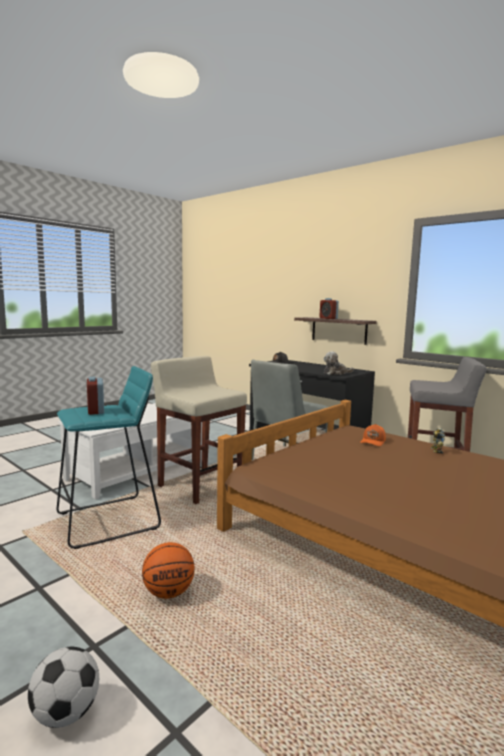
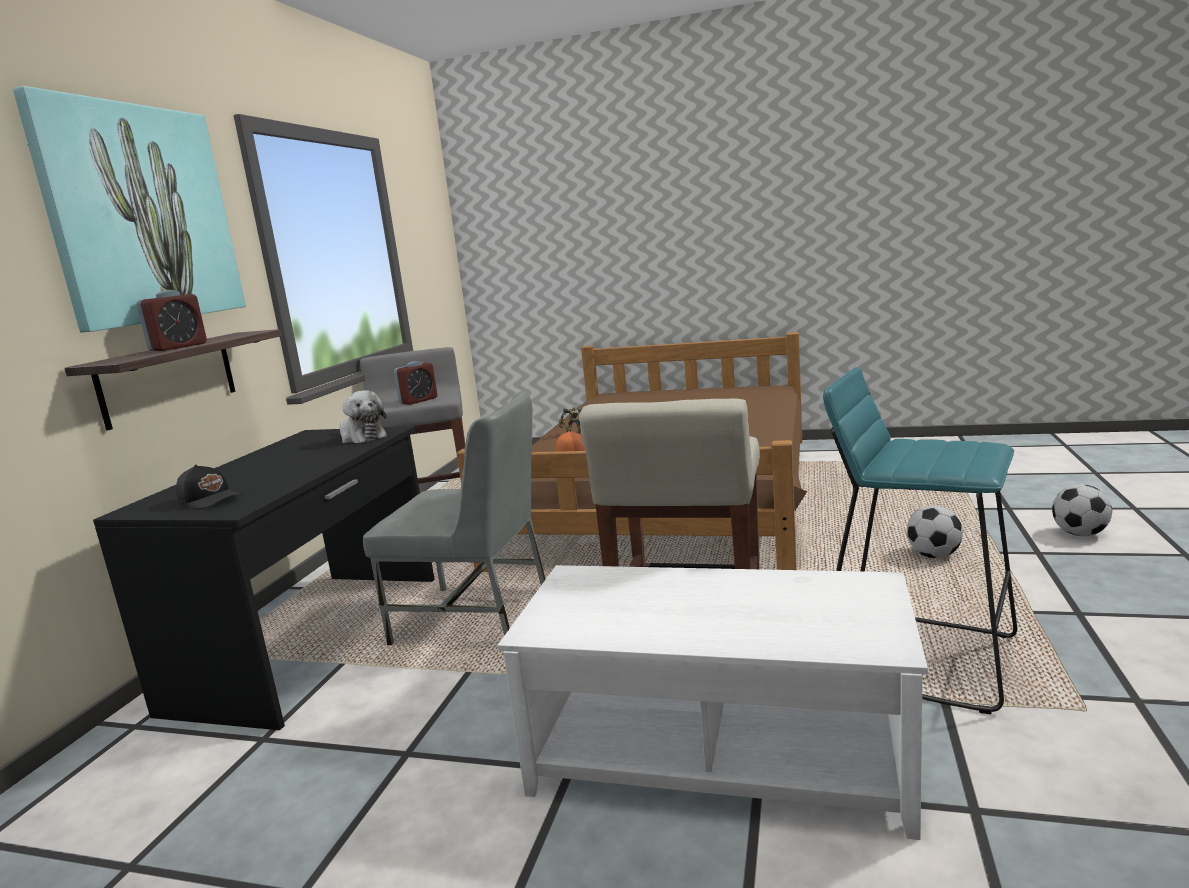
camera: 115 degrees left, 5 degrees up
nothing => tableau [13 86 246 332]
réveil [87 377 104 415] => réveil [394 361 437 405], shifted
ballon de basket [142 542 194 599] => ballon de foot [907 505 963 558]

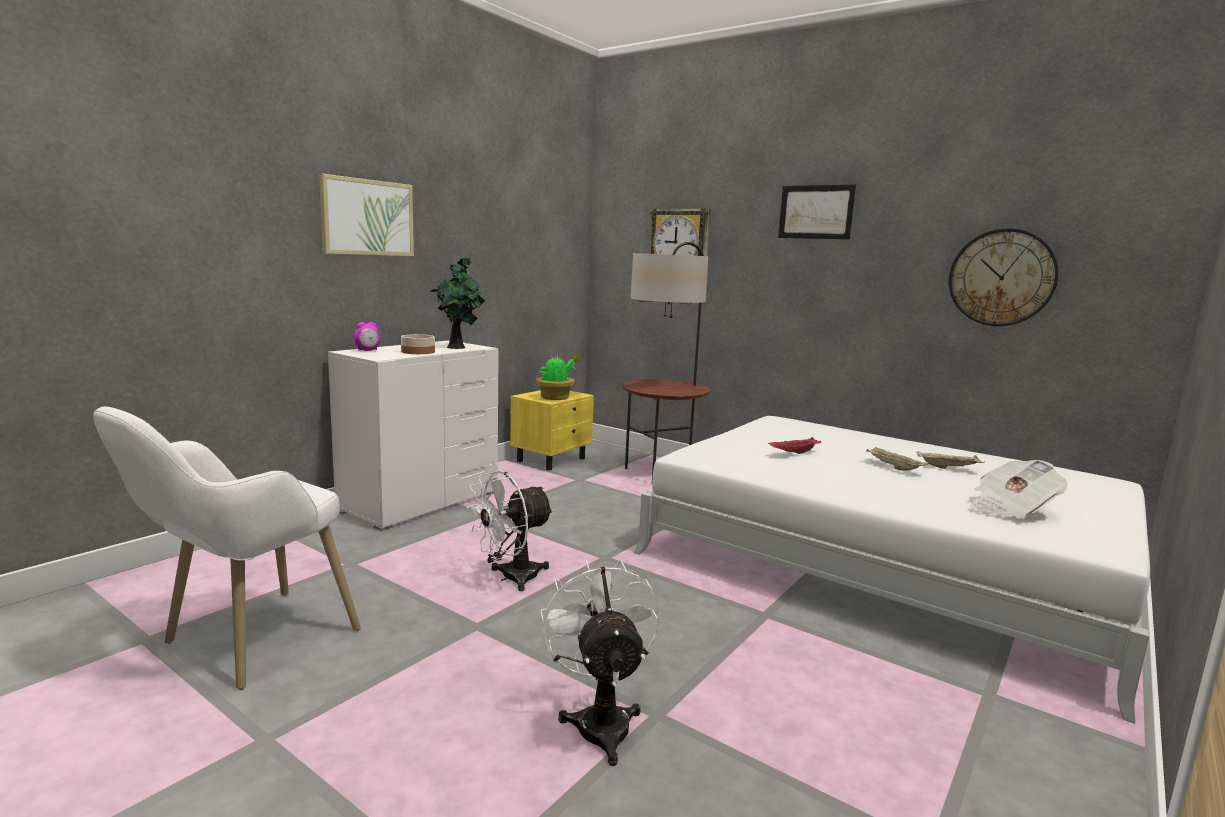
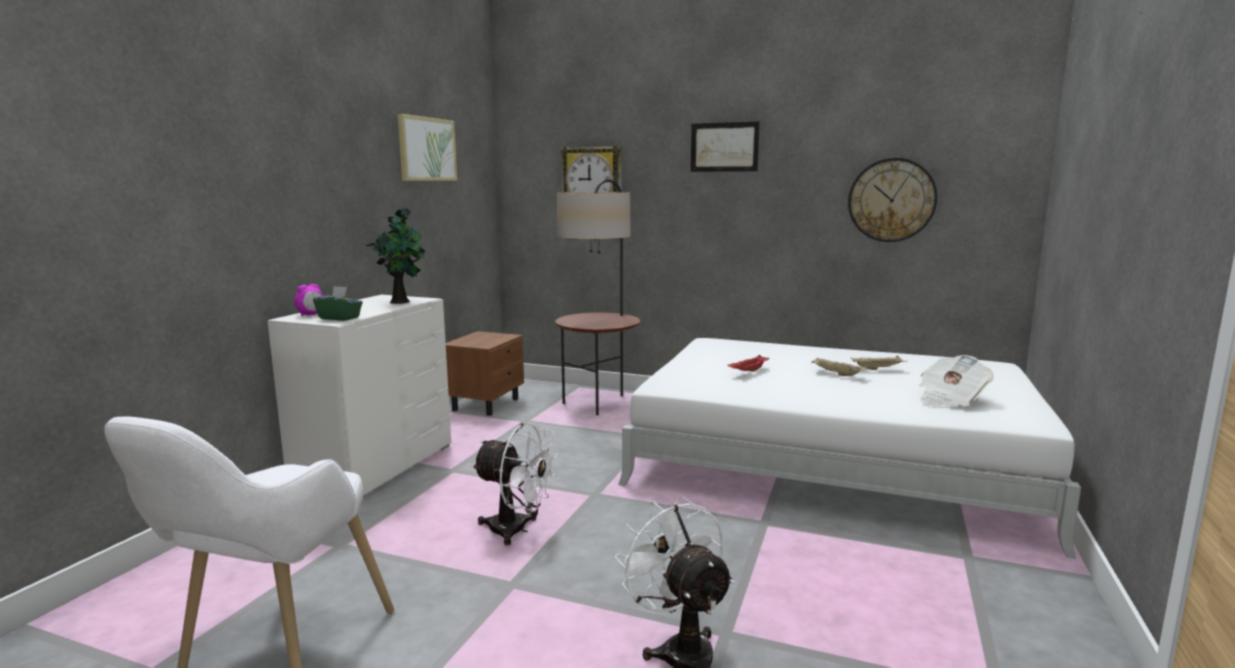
camera: 15 degrees left, 0 degrees up
nothing => boîte à mouchoirs/vert [313 286 363 321]
tableau [319 174 414 256] => tableau [398 114 457 181], shifted
table de chevet/jaune [510 390 594 470] => table de chevet/marron [446 331 524 416]
ventilateur/blanc [467 471 554 591] => ventilateur/blanc [472 422 558 546], 105 degrees counterclockwise
bol [401 334 435 354] => nothing
plante en pot [536 354 581 400] => nothing

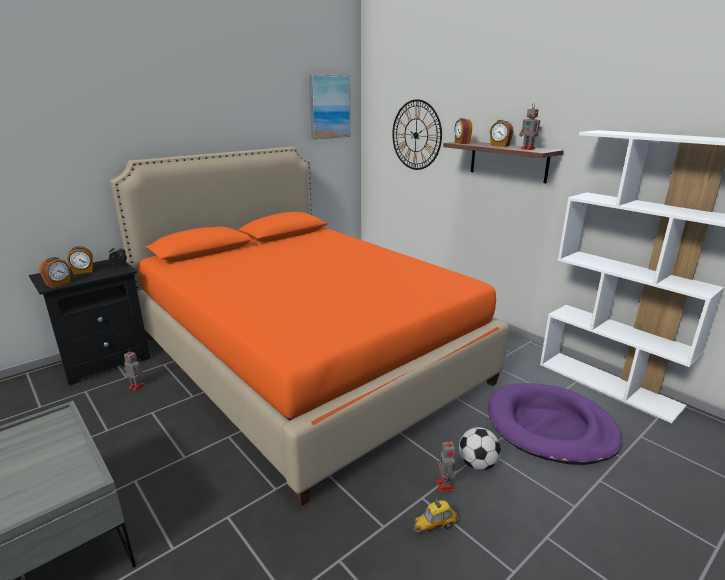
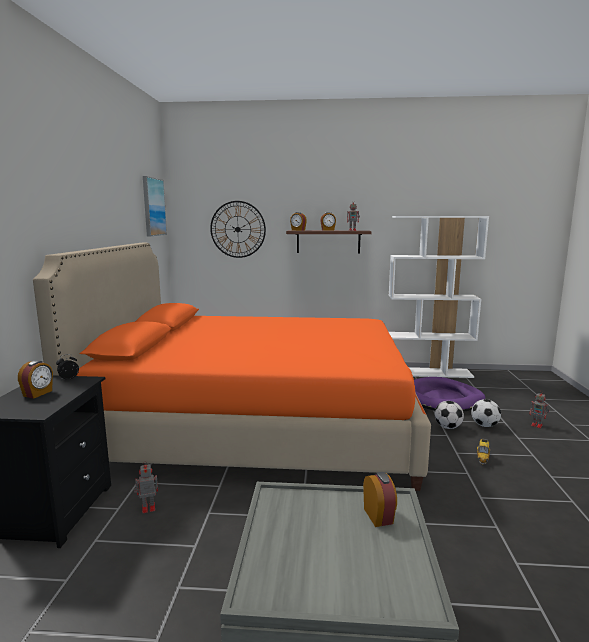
camera: 45 degrees left, 10 degrees down
réveil [39 257 71 288] => réveil [363 472 397 527], shifted
nothing => ballon de foot [471 399 501 427]
robot jouet [436 439 455 491] => robot jouet [529 390 549 428], shifted

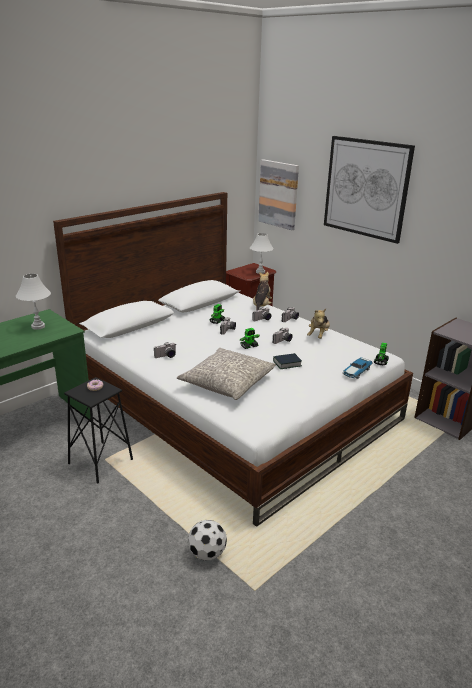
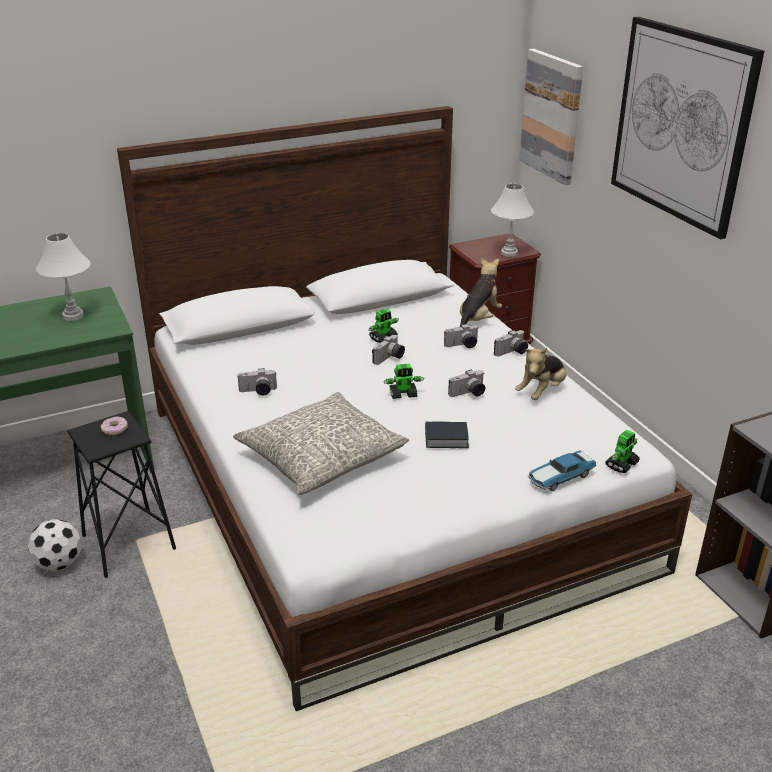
camera: 20 degrees right, 5 degrees up
ballon de foot [188 520 227 561] => ballon de foot [27 519 82 571], shifted

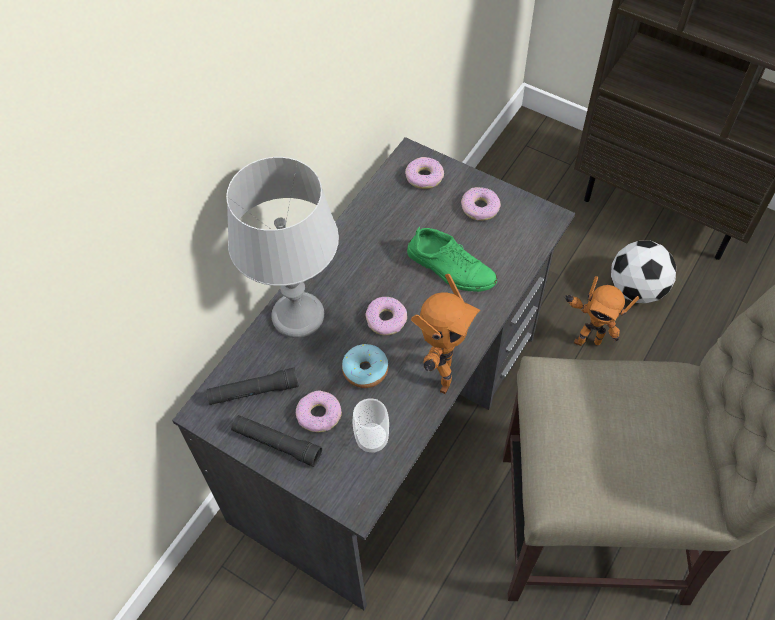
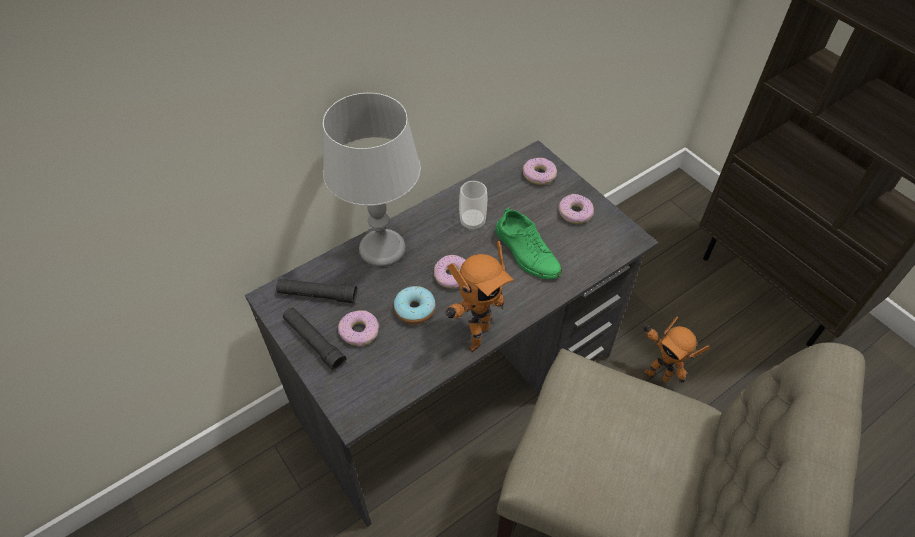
camera: 20 degrees right, 5 degrees down
tasse [353 399 389 453] => tasse [459 181 487 230], shifted
ballon de foot [611 241 676 303] => nothing

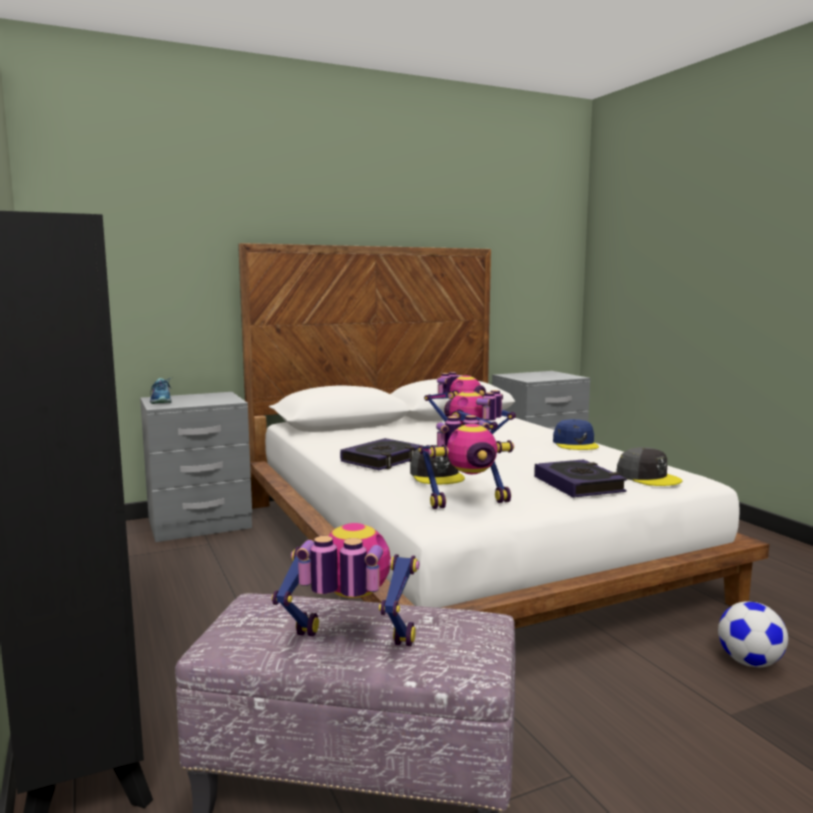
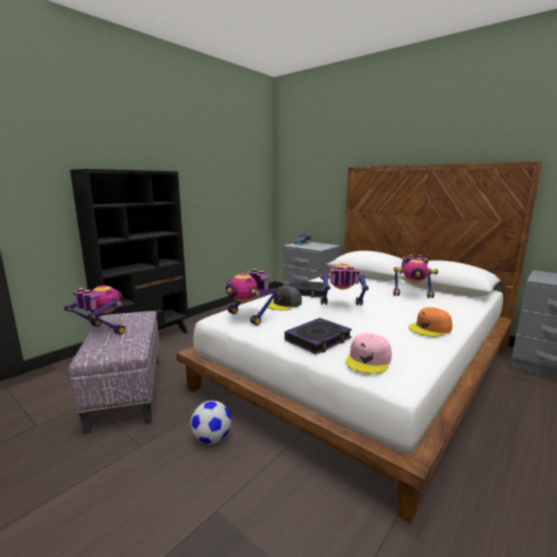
camera: 65 degrees right, 5 degrees up
robot jouet [272 523 419 646] => robot jouet [64 285 126 335], 45 degrees counterclockwise
ballon de foot [718 601 788 667] => ballon de foot [191 401 231 444], shifted
casquette/gris [616 447 682 486] => casquette/rose [346 333 392 374]
casquette/bleu [553 419 599 450] => casquette/orange [408 307 452 337]

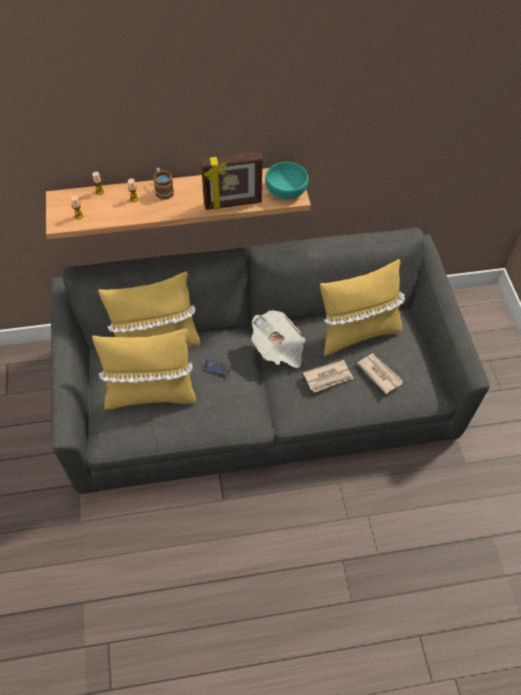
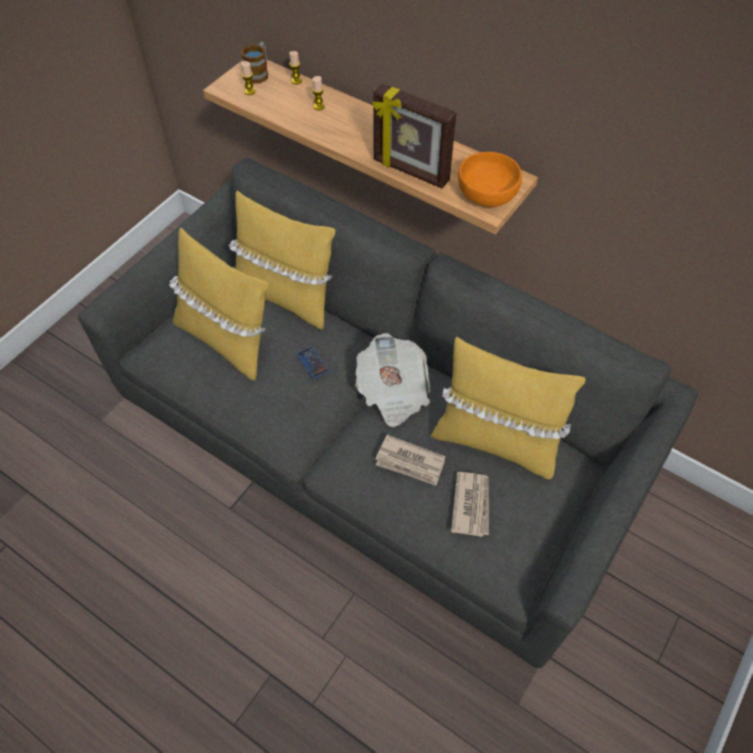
camera: 45 degrees right, 0 degrees up
mug [153 168 174 199] => mug [241 42 268 84], shifted
bol/turquoise [265 162 309 199] => bol/orange [458 152 522 207]

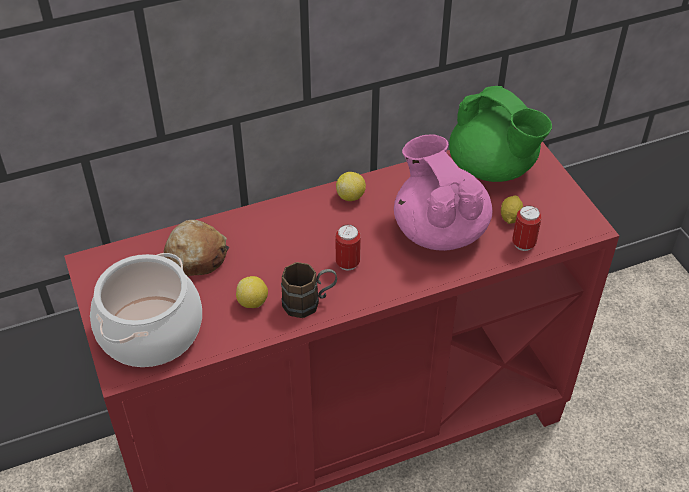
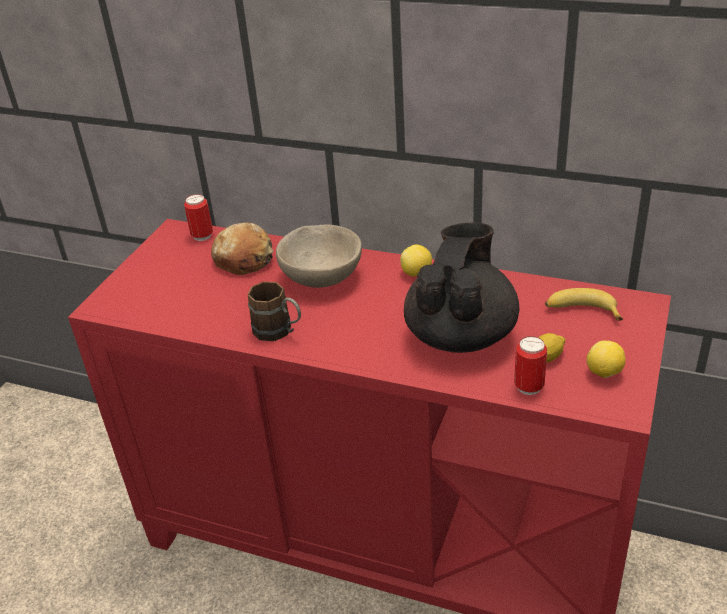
camera: 45 degrees right, 10 degrees down
boîte métallique [336 225 361 270] => boîte métallique [184 194 213 241], shifted
nothing => bol/beige [276 224 362 288]
théière/rose [394 134 492 251] => théière/noir [404 222 519 353]
théière/vert [449 86 552 182] => banane [545 288 623 321]
citron [236 276 268 308] => citron [587 340 625 378], shifted
marmite [90 253 202 367] => nothing

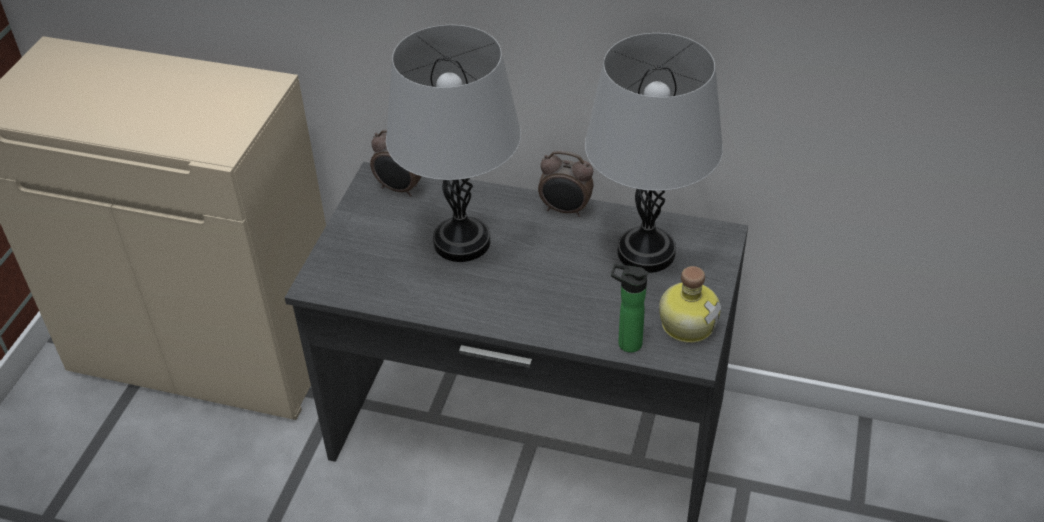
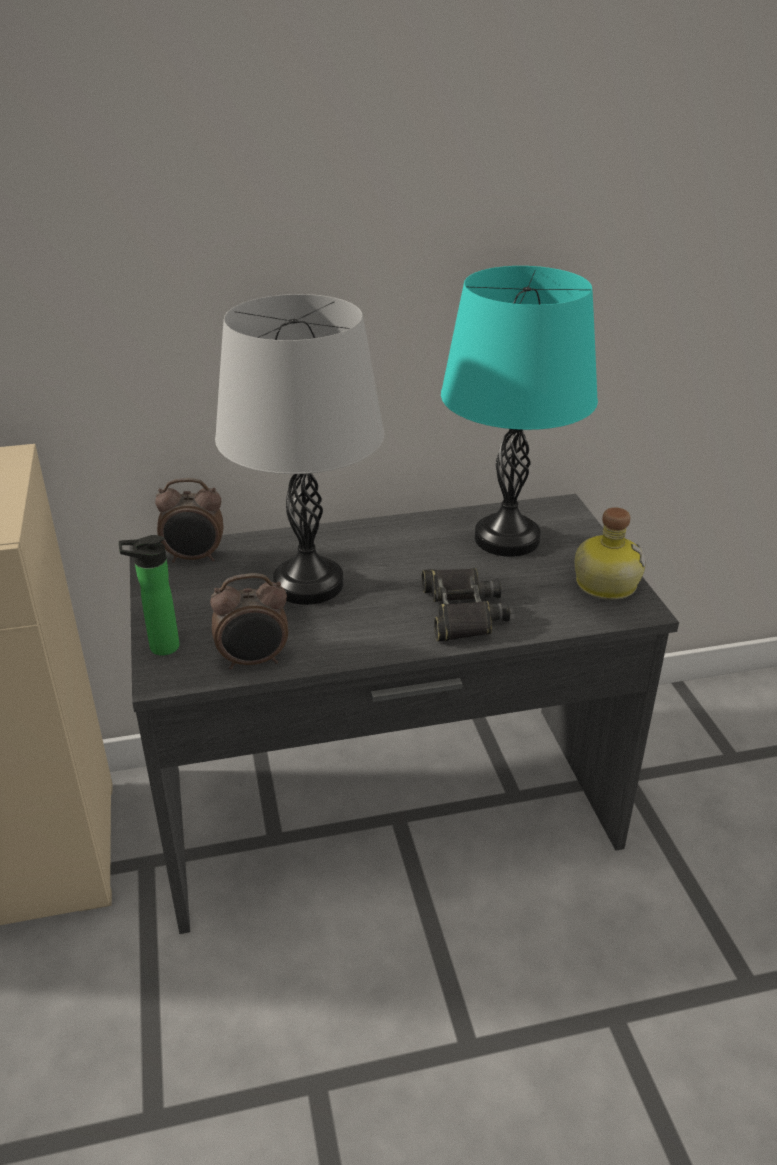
camera: 30 degrees left, 10 degrees down
bouteille [611 264 648 353] => bouteille [119 535 180 656], shifted
réveil [538 151 594 217] => réveil [210 573 288 670], shifted
nothing => jumelles/noir [422 568 510 641]
lampe de table/gris [585 33 723 273] => lampe de table/turquoise [441 266 598 557]

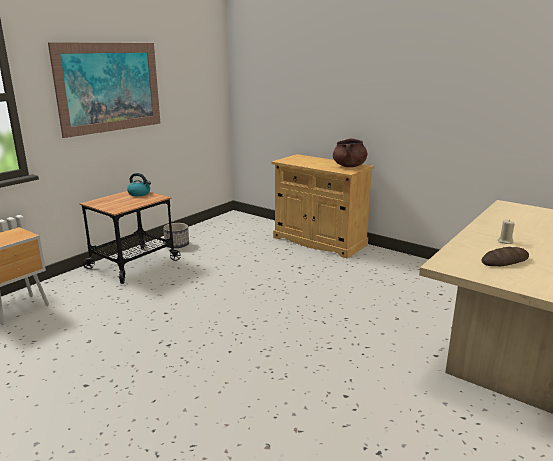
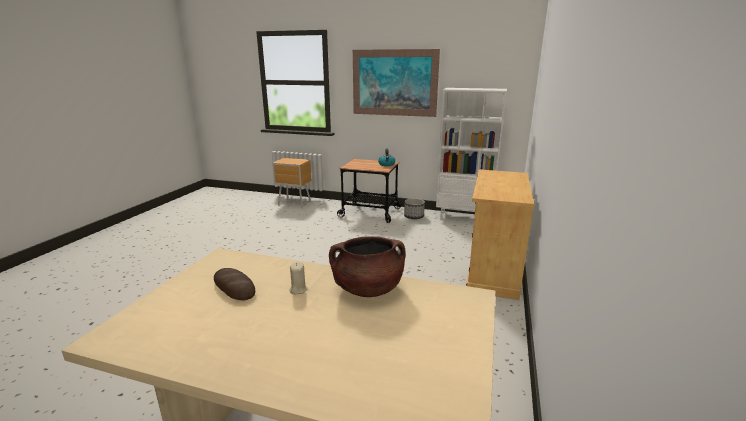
camera: 70 degrees right, 0 degrees up
marmite/marron [333 138 368 167] => marmite/marron [329 236 405 297], shifted
nothing => bibliothèque/blanc [436 88 507 220]

